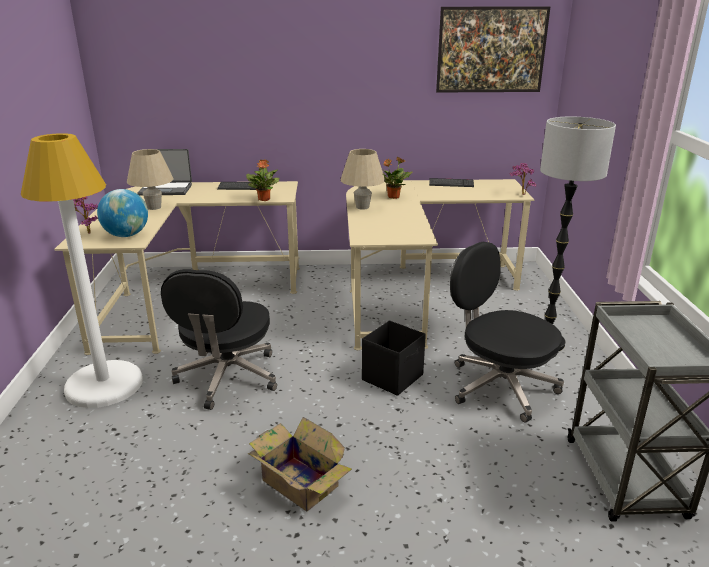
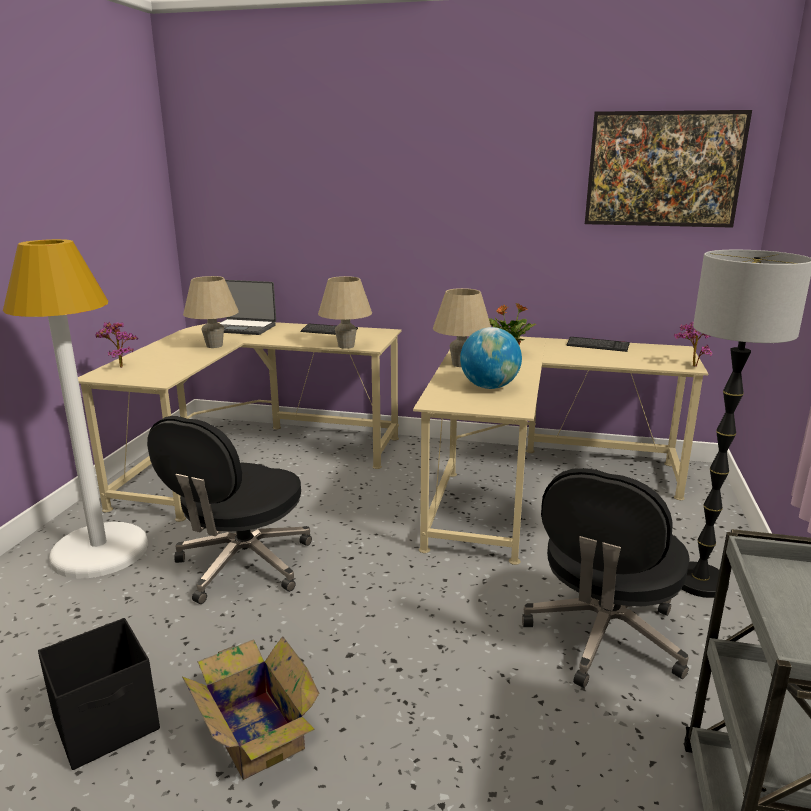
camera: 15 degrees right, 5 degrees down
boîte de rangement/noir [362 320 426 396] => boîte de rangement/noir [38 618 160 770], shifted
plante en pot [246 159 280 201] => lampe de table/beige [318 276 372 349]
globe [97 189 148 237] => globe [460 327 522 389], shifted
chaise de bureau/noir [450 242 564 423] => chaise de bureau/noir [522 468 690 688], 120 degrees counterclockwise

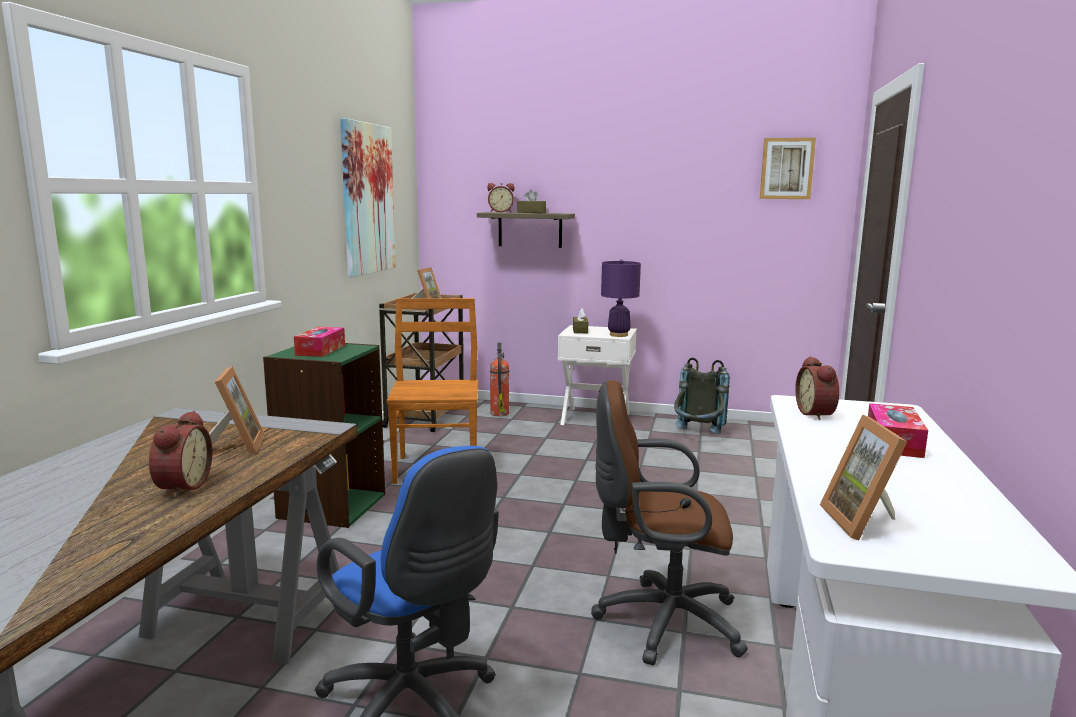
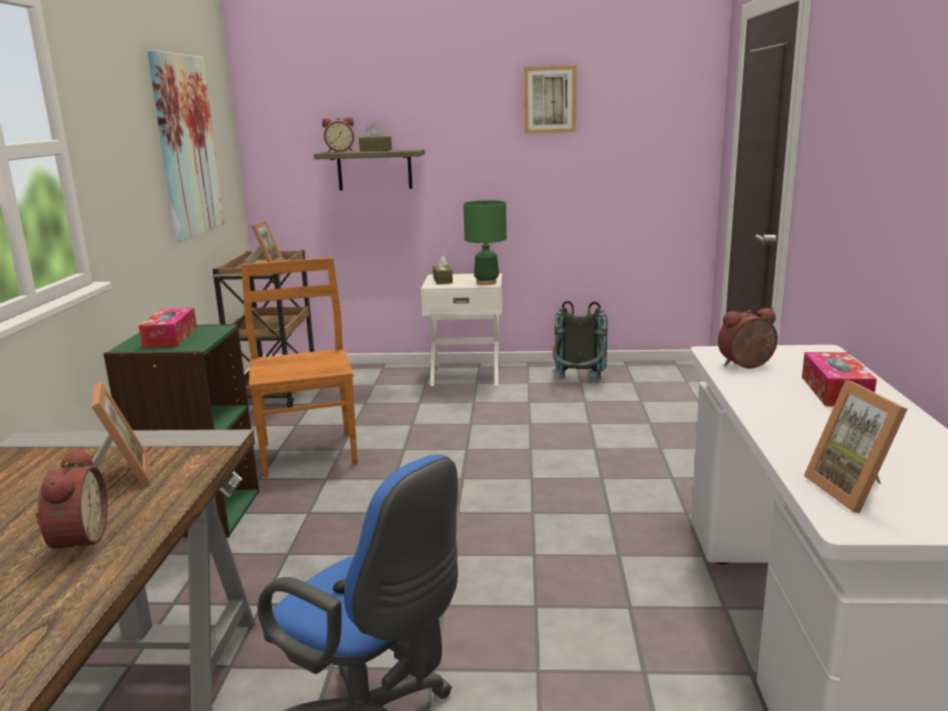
camera: 10 degrees left, 5 degrees up
lampe de table/violet [601 259 641 337] => lampe de table/vert [463 199 507 285]
tableau [760 138 816 199] => tableau [524 66 576 134], shifted
réveil [795 356 839 420] => réveil [718 308 778 368], 90 degrees clockwise
extincteur [490 342 509 416] => nothing
chaise de bureau/marron [591 380 748 665] => nothing

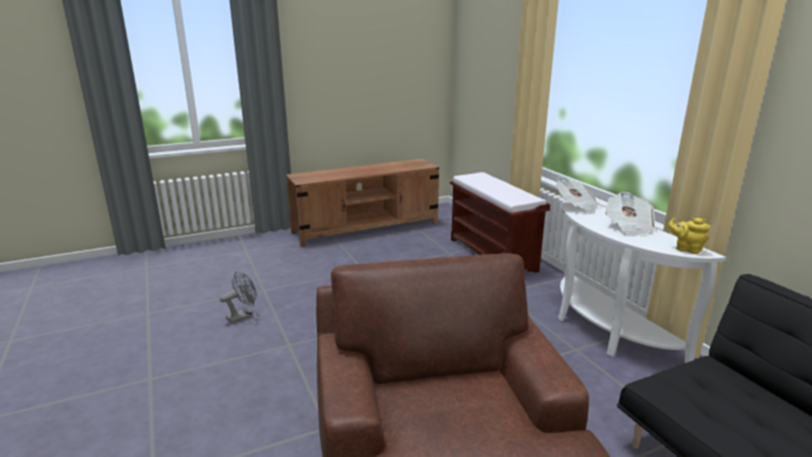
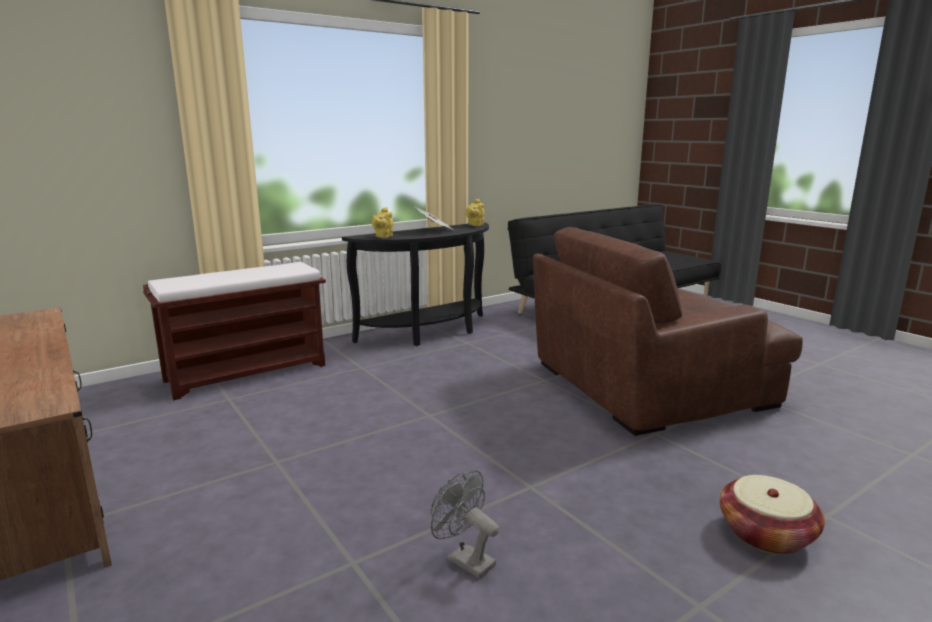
camera: 100 degrees left, 5 degrees down
table console/blanc [558 200 726 363] => table console/noir [342 222 489 346]
journal [556 177 599 214] => théière/jaune [372 207 393 238]
nothing => panier [719 475 825 554]

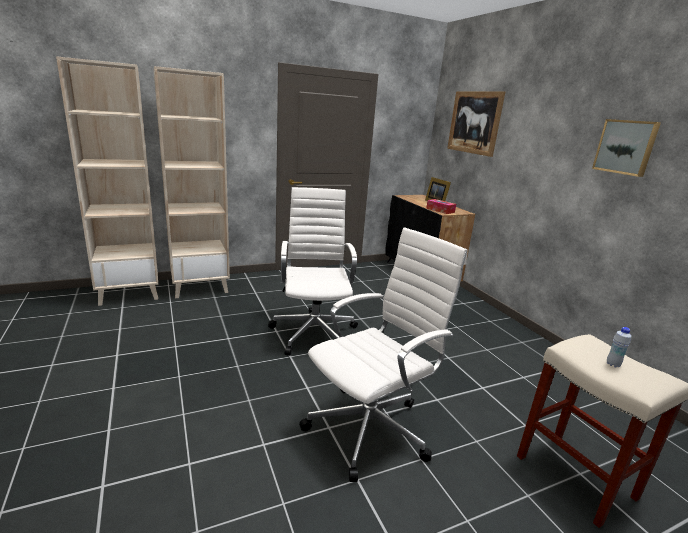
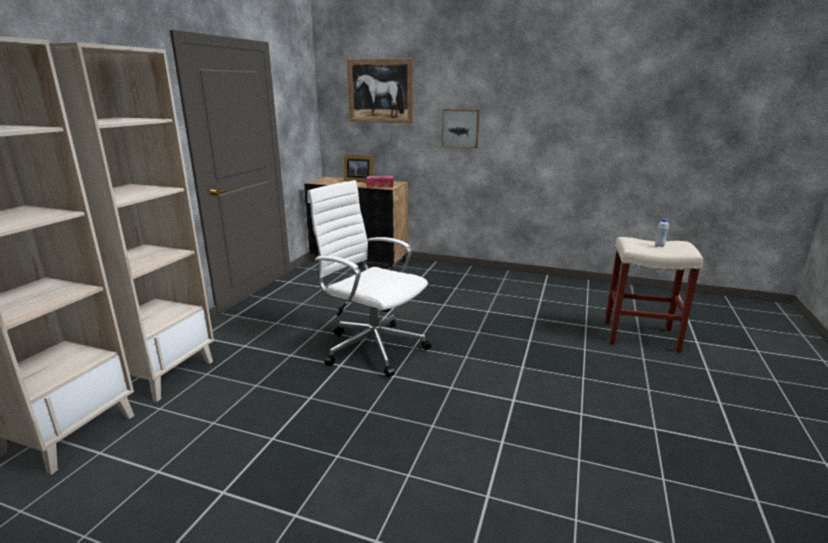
camera: 45 degrees left, 0 degrees up
tableau [592 119 661 177] => tableau [442 109 479 148], shifted
chaise de bureau/blanc [299 227 468 482] => nothing

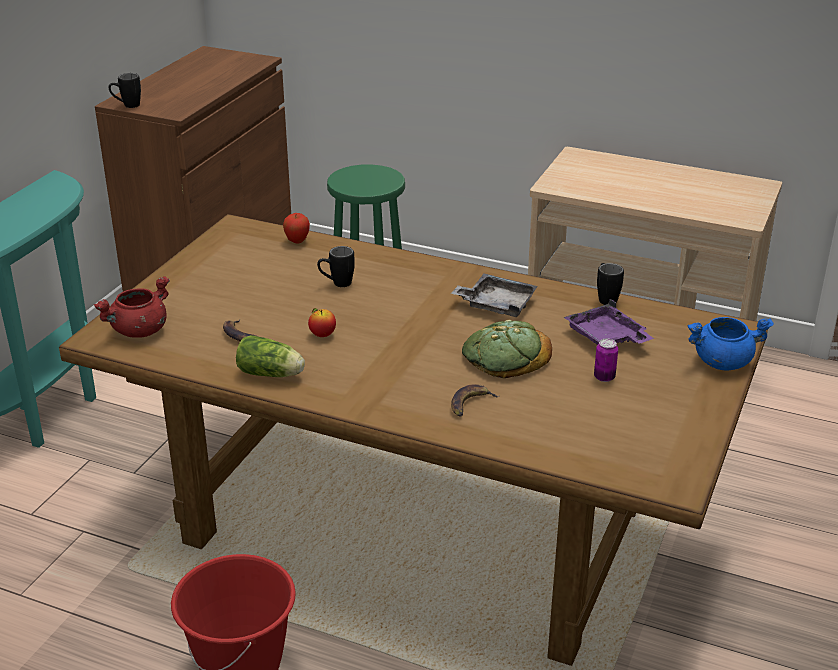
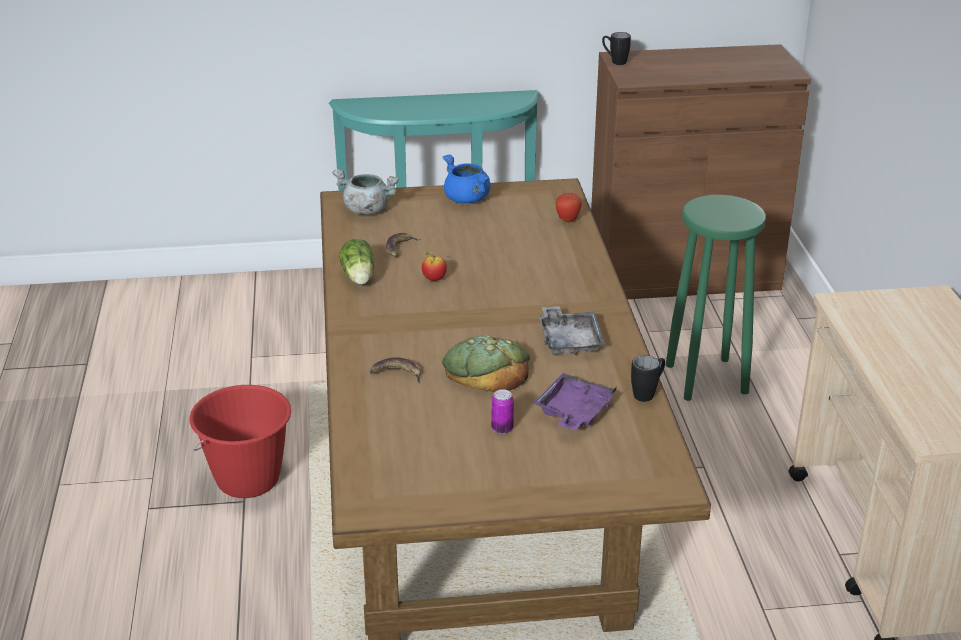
camera: 60 degrees right, 0 degrees up
marmite/rouge [94 276 170 338] => marmite/gris [332 169 399 215]
marmite/bleu [687 317 774 371] => marmite/bleu [443 154 491 203], shifted
mug/noir [317 246 355 287] => nothing

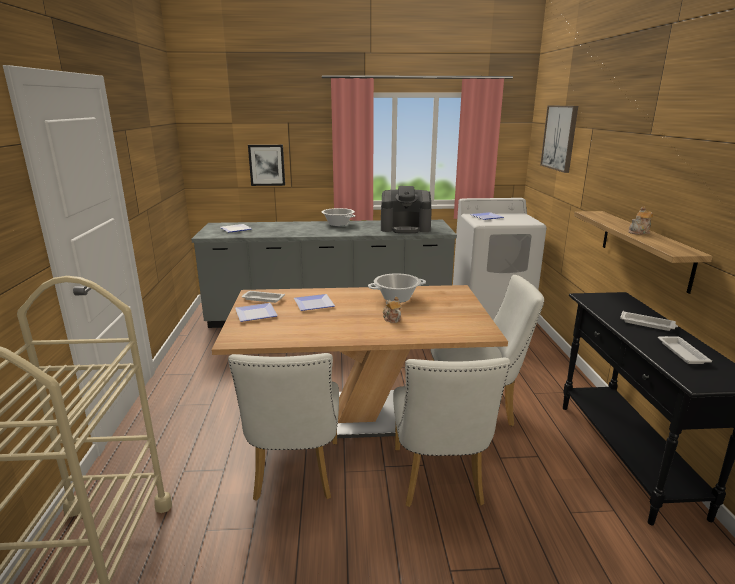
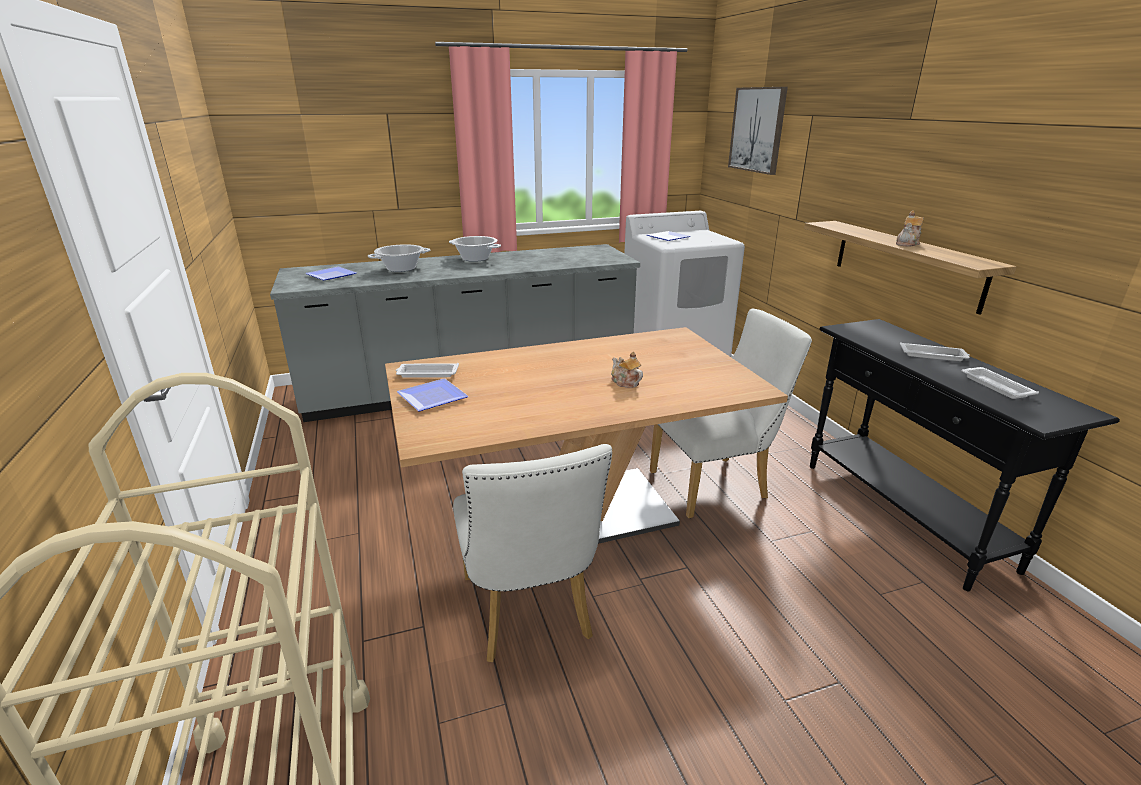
camera: 15 degrees left, 5 degrees up
marmite [368 273 426 303] => marmite [368 244 430 272], shifted
tableau [248 145 285 186] => nothing
assiette [294 294 335 311] => nothing
machine à café [381 186 432 233] => nothing
chaise/blanc [393 358 510 507] => nothing

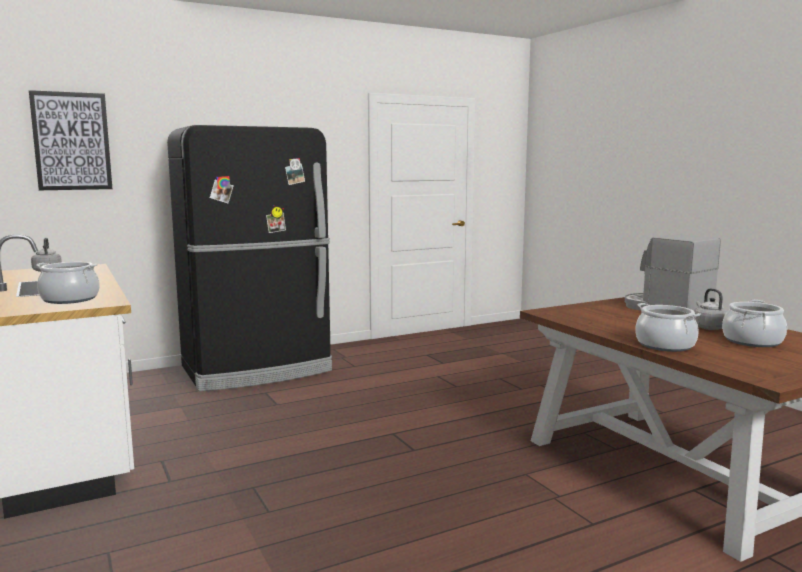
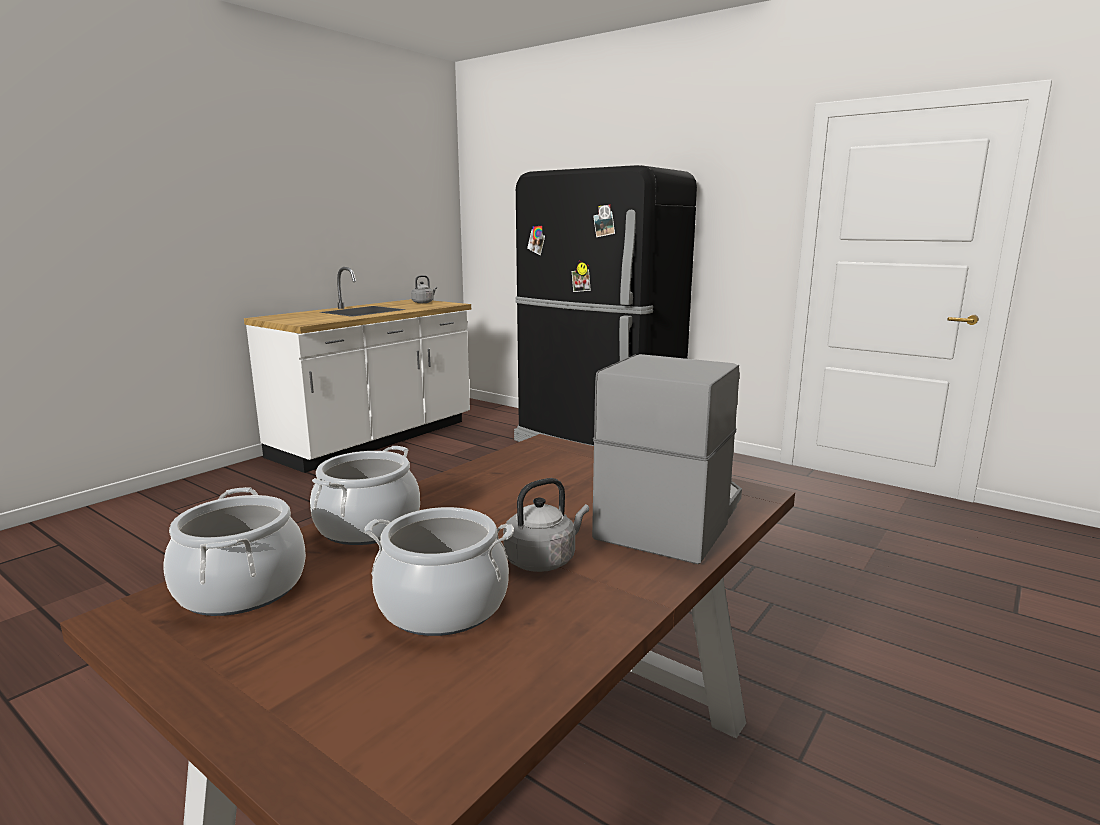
camera: 65 degrees right, 5 degrees up
marmite [36 262 100 304] => marmite [163 487 306 616], shifted
tableau [29 90 112 190] => nothing

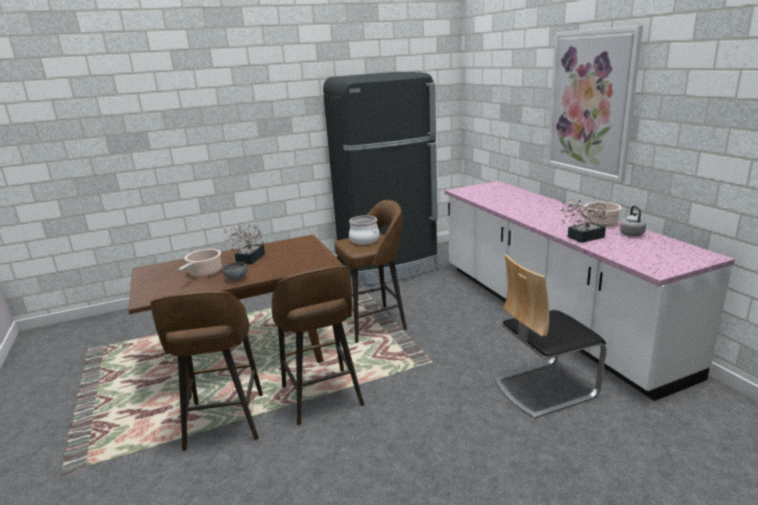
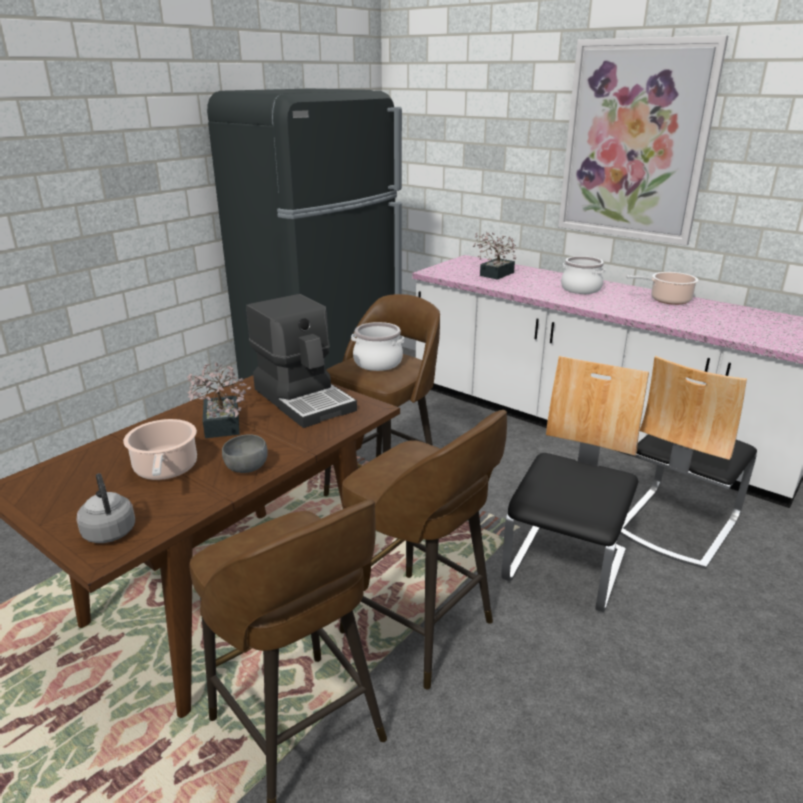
camera: 30 degrees left, 5 degrees up
bouilloire/gris [620 206 646 236] => bouilloire/gris [76 473 135 543], shifted
nothing => machine à café [246 294 357 428]
plante en pot [560 199 608 243] => plante en pot [473 232 517 280], shifted
nothing => chaise [501 356 649 612]
nothing => marmite [561 256 605 294]

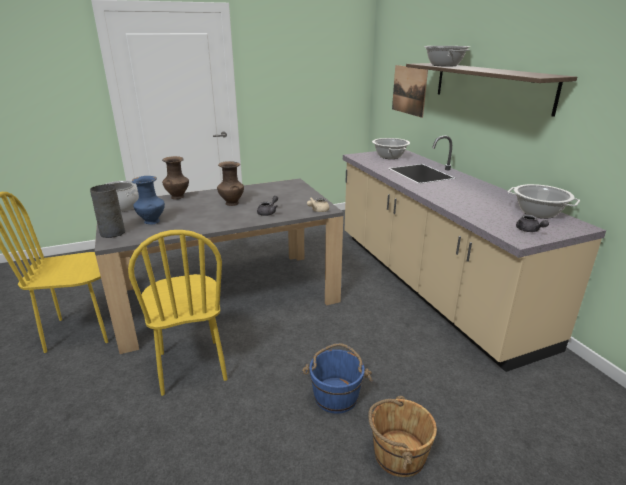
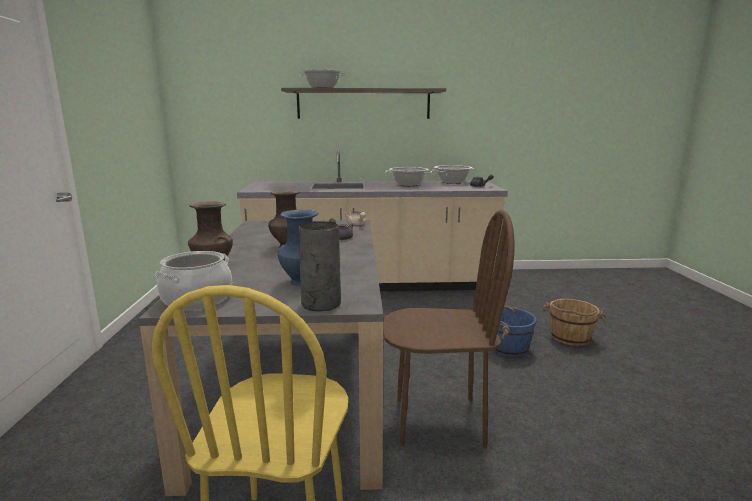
camera: 70 degrees left, 10 degrees down
chaise/jaune [128 230 228 396] => chaise/marron [383 210 515 449]
marmite [372 138 410 159] => marmite [385 167 432 186], shifted
tableau [392 65 428 118] => nothing

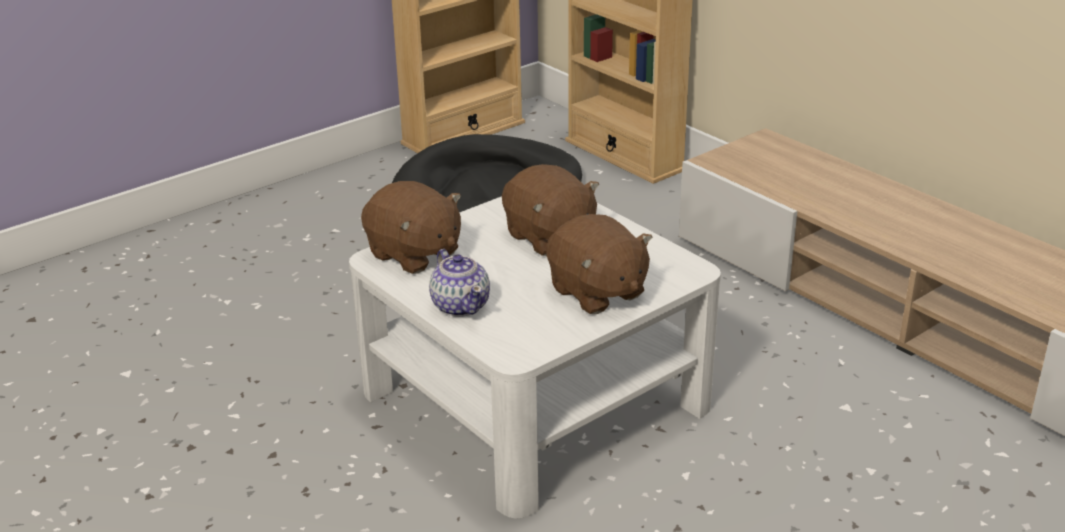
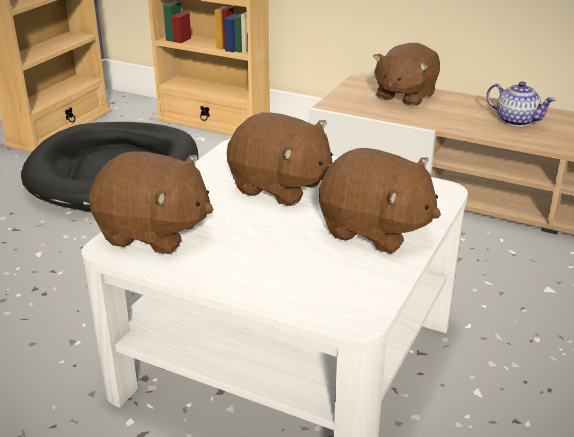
camera: 25 degrees left, 0 degrees up
nothing => peluche/marron [373 43 440 106]
théière [429 249 490 317] => théière [486 81 556 127], shifted

